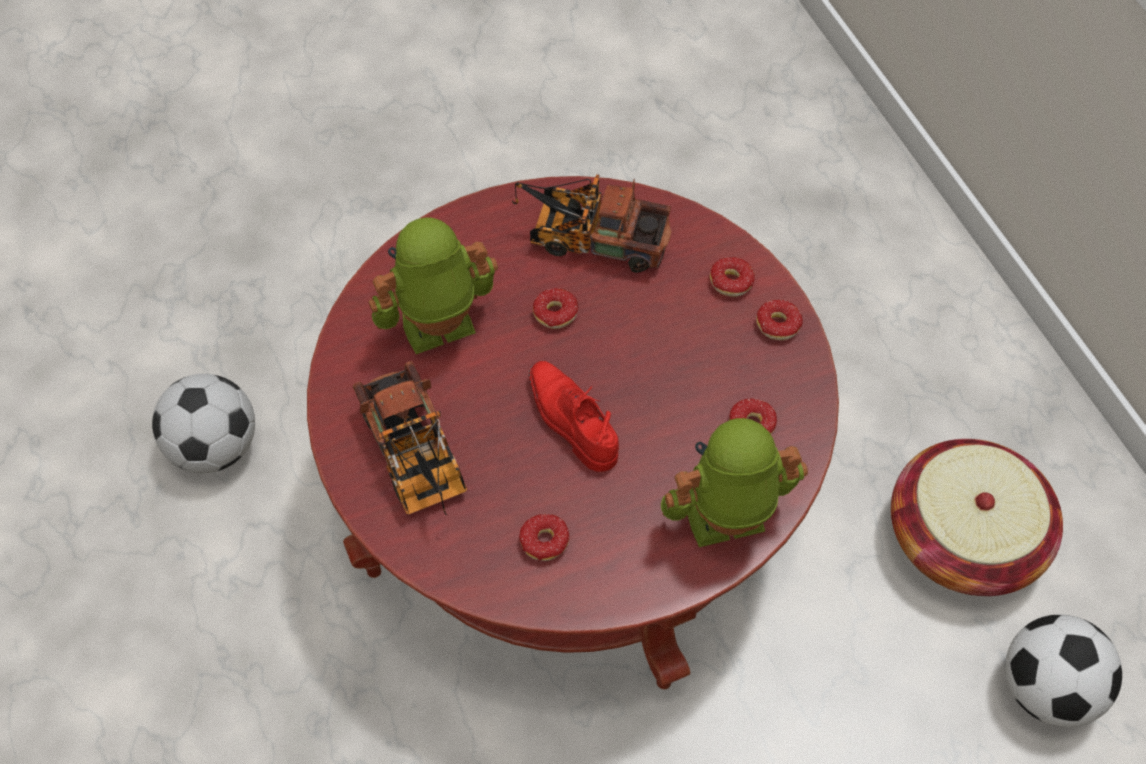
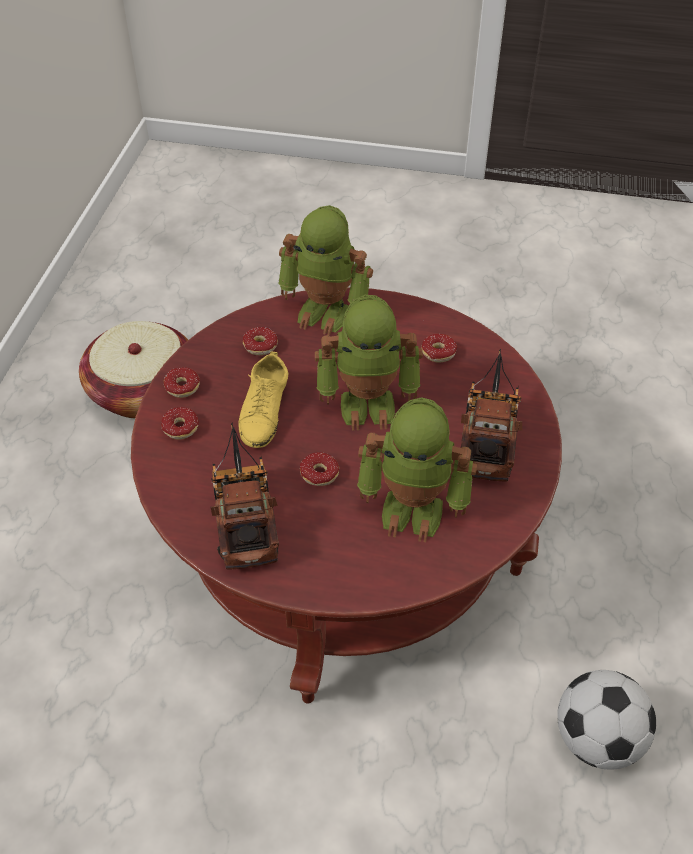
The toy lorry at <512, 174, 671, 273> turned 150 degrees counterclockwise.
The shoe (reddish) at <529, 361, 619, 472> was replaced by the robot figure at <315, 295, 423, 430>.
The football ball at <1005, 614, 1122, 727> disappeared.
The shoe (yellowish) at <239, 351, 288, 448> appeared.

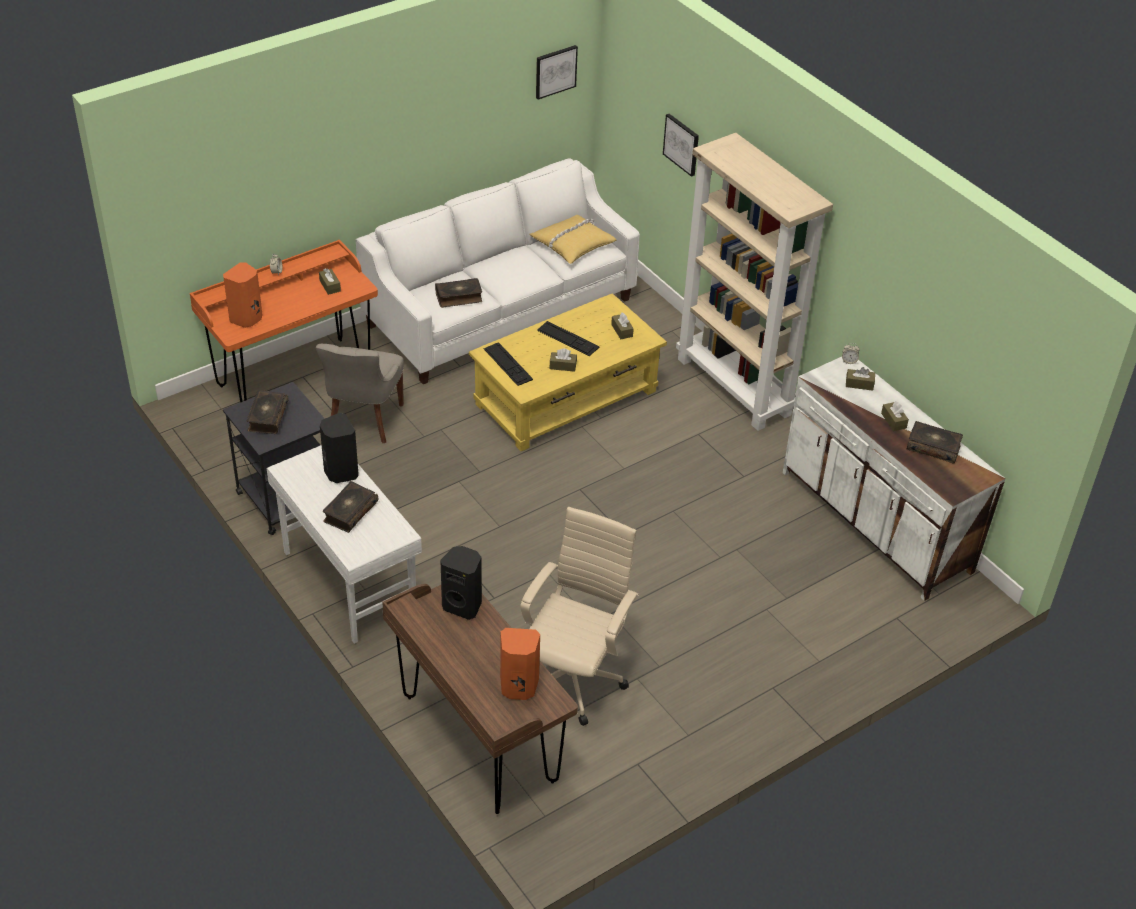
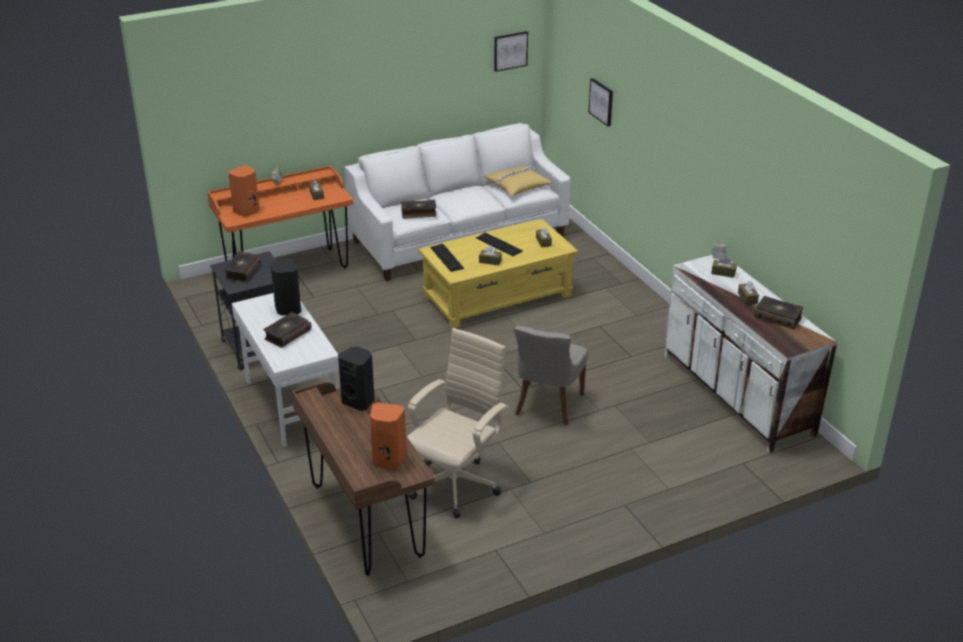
The bookshelf (beige-coloured) at <676, 133, 833, 431> disappeared.
The upright chair (greyish) moved from <316, 343, 404, 443> to <514, 326, 588, 425>.

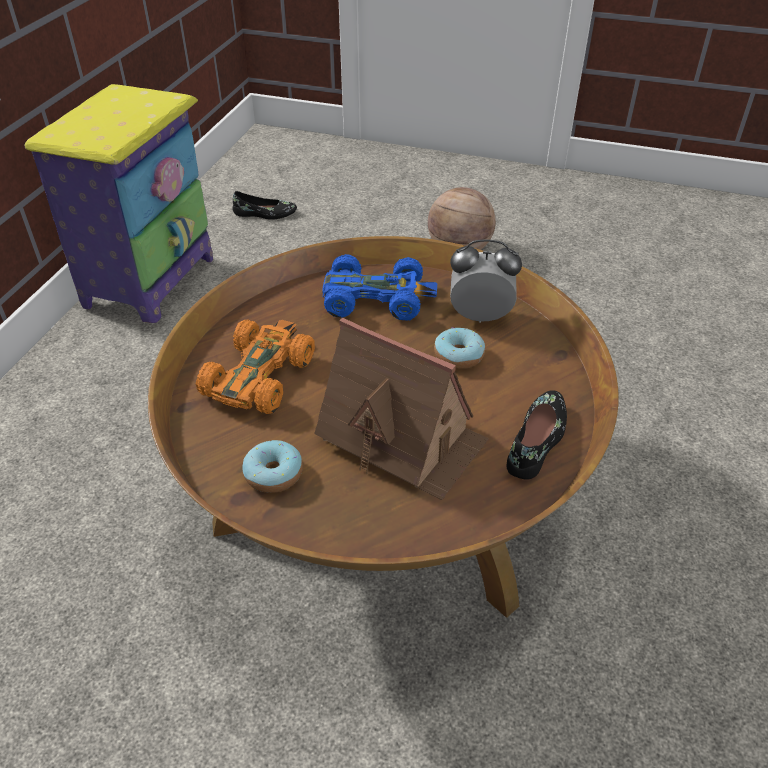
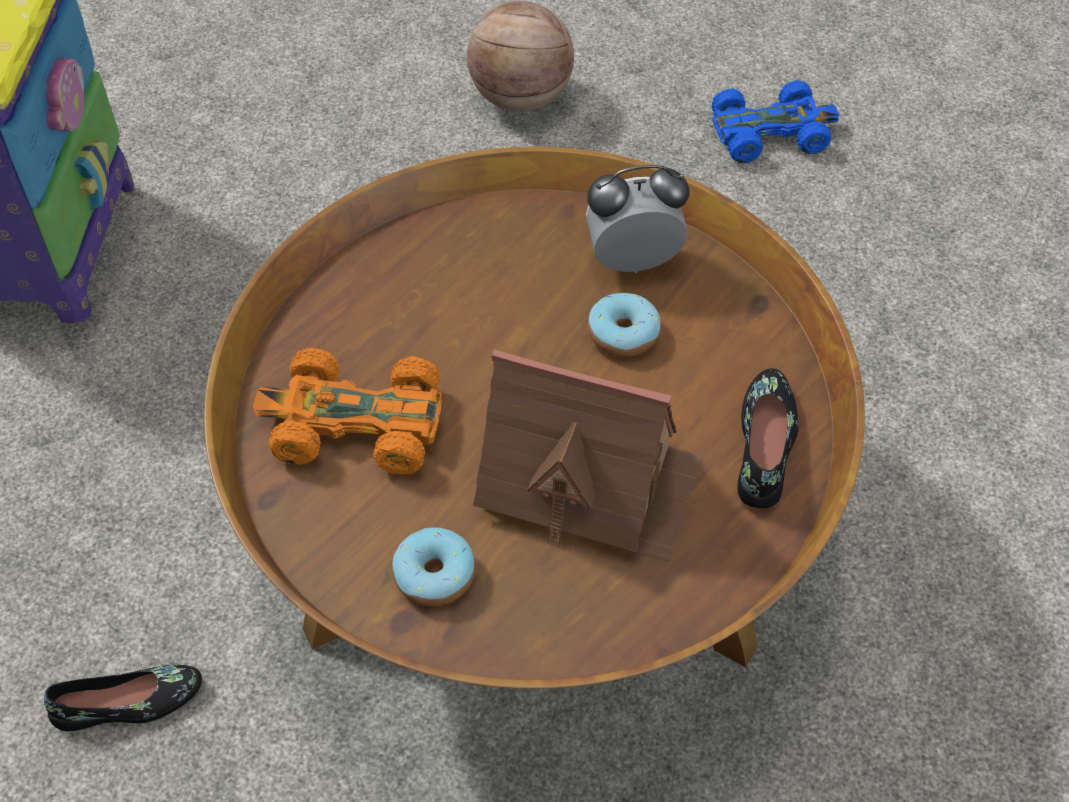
The shoe (black-coloured) moved from <232, 191, 297, 220> to <44, 665, 202, 731>.
The model car (blue-coloured) moved from <322, 254, 437, 321> to <712, 80, 839, 163>.
The model car (orange-coloured) at <196, 319, 315, 414> turned 90 degrees counterclockwise.

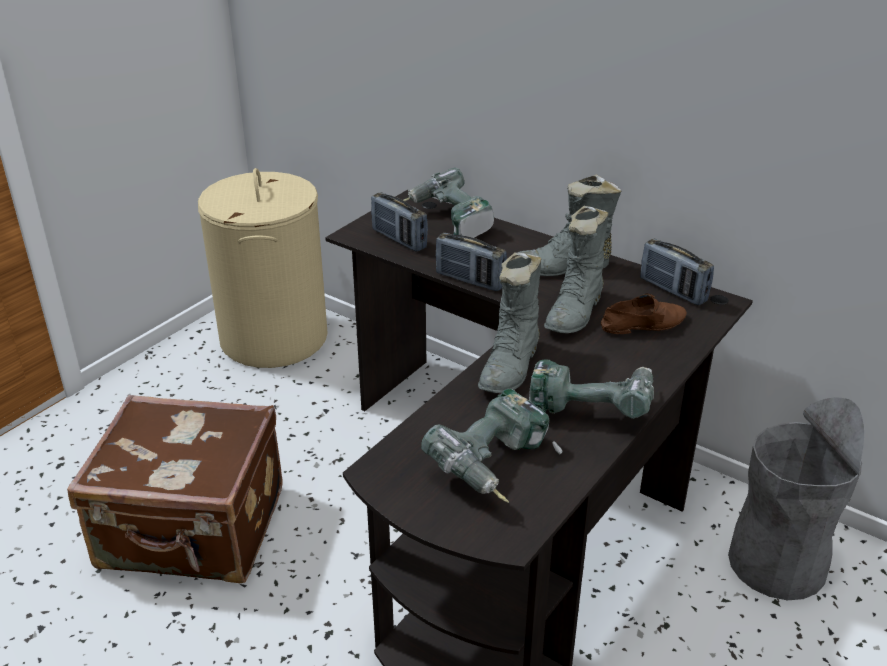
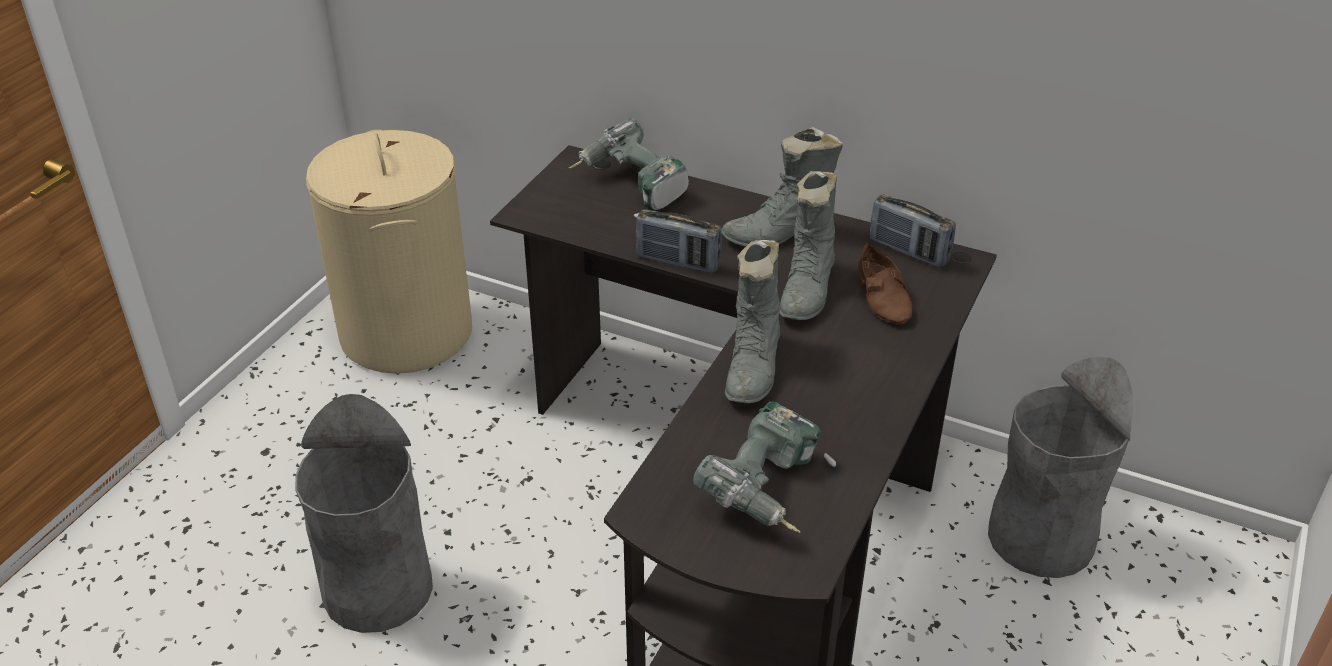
The radio receiver at <371, 192, 428, 252> disappeared.
The shoe (brown) at <601, 293, 687, 334> turned 105 degrees clockwise.
The power drill at <529, 359, 654, 419> disappeared.
The travel case (brown) at <67, 395, 283, 583> was replaced by the rubbish bin (greyish) at <295, 394, 433, 633>.

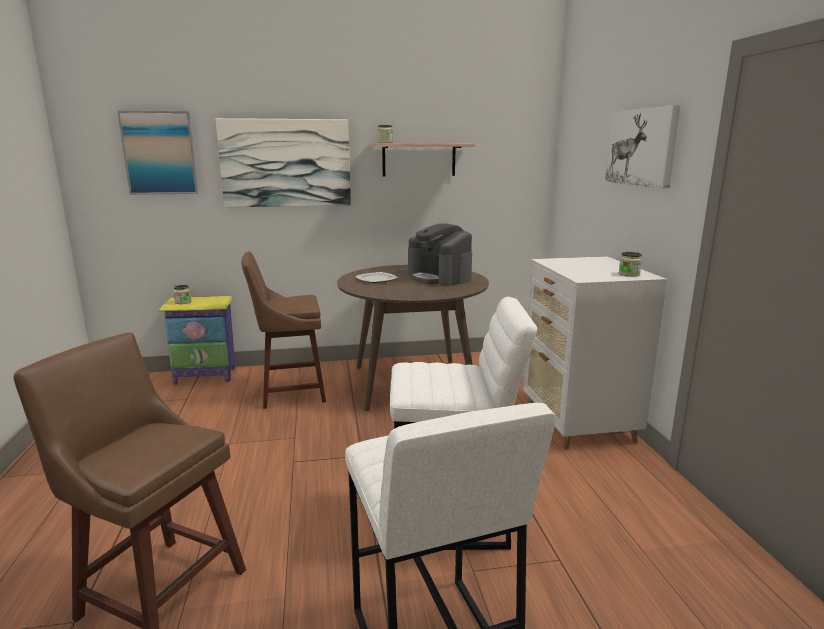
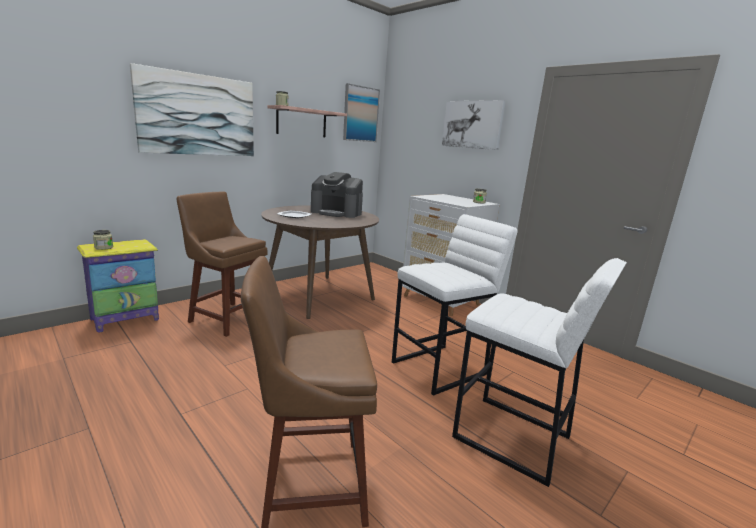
The picture moved from <117, 111, 198, 195> to <343, 83, 380, 142>.
The upright chair (brown) at <241, 251, 326, 409> turned 75 degrees clockwise.

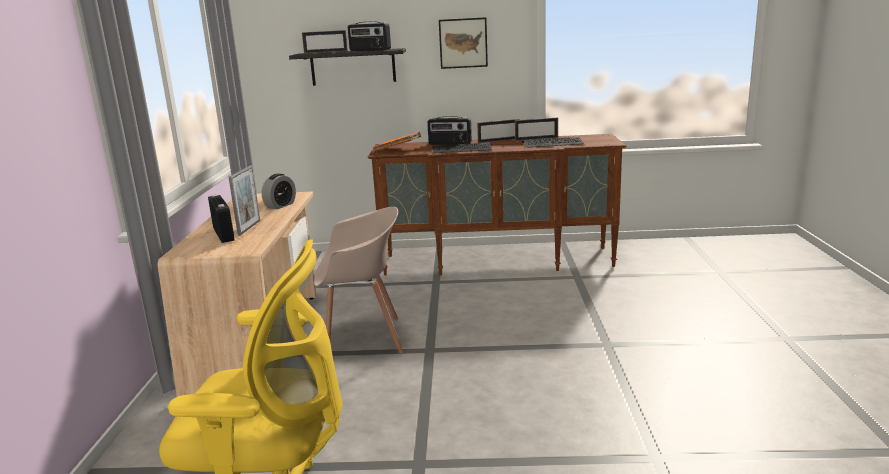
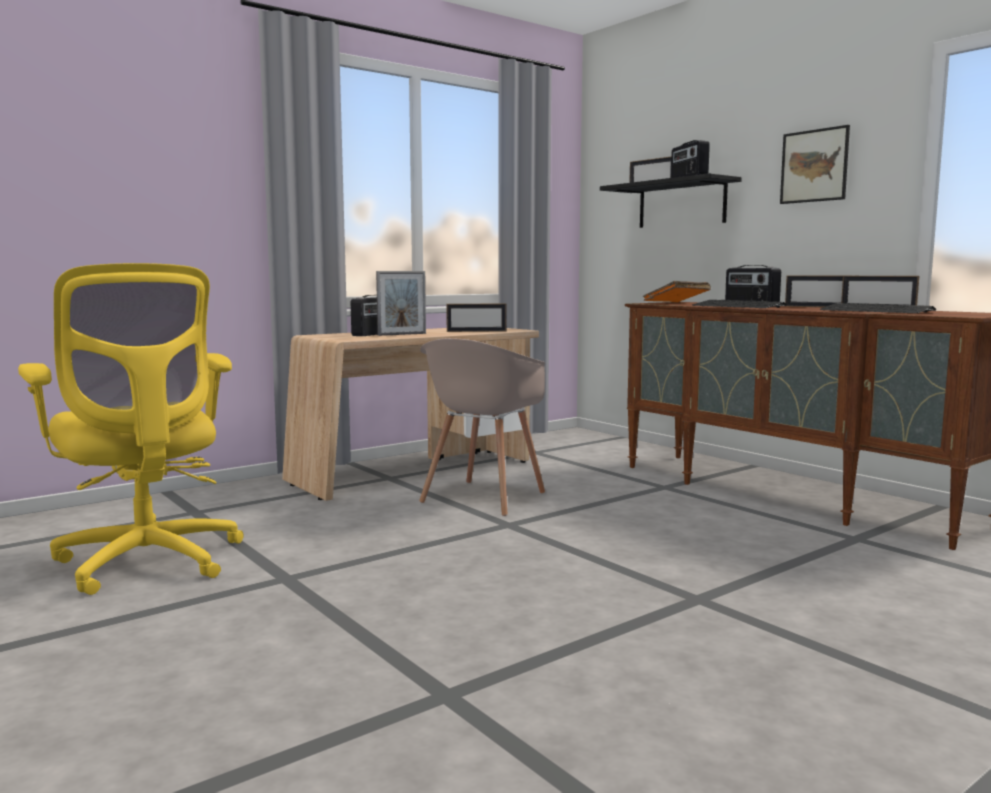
The alarm clock at <262, 173, 296, 209> was replaced by the standing frame at <446, 303, 506, 332>.
The upright chair (beige-coloured) at <314, 207, 403, 353> turned 75 degrees clockwise.

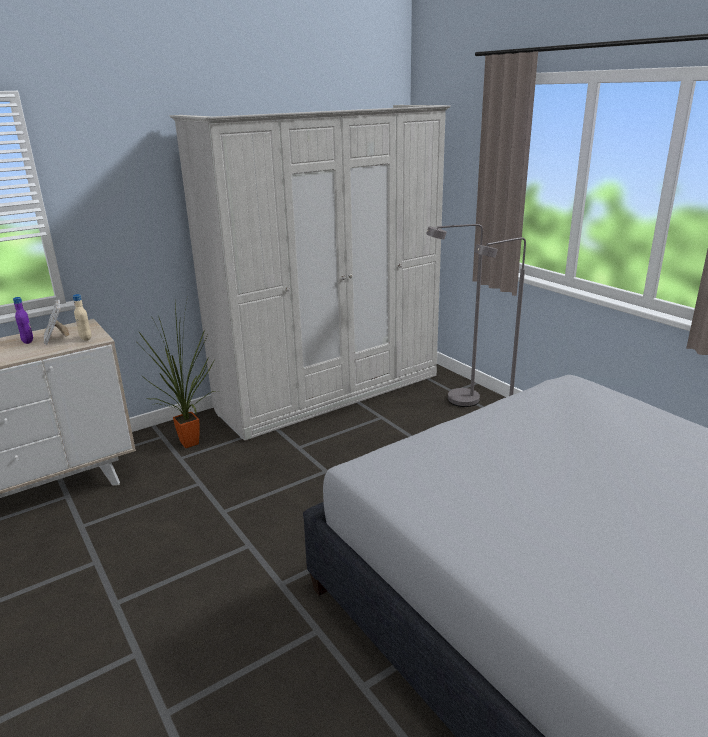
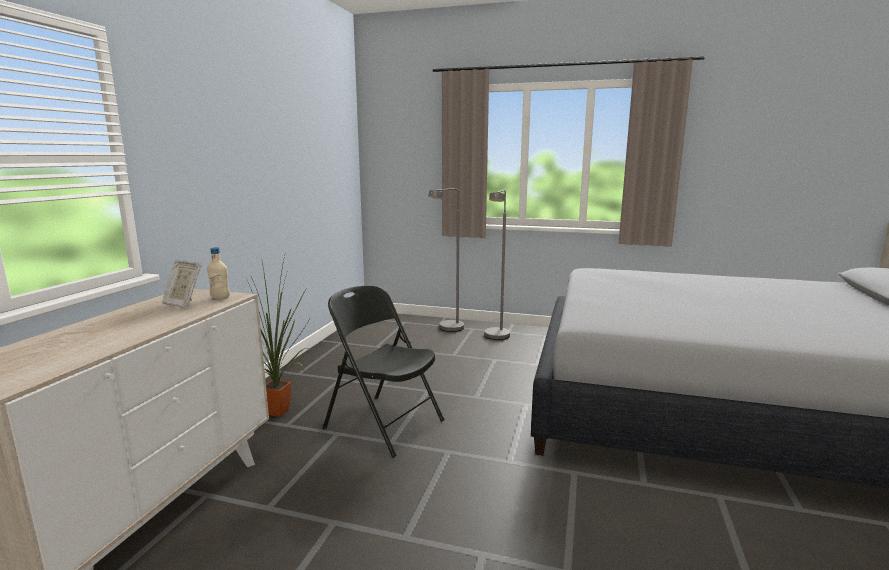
The wardrobe (whitish) at <169, 105, 451, 441> disappeared.
The drink bottle (purple-coloured) at <13, 297, 33, 344> disappeared.
The upright chair (black-coloured) at <323, 286, 445, 458> appeared.

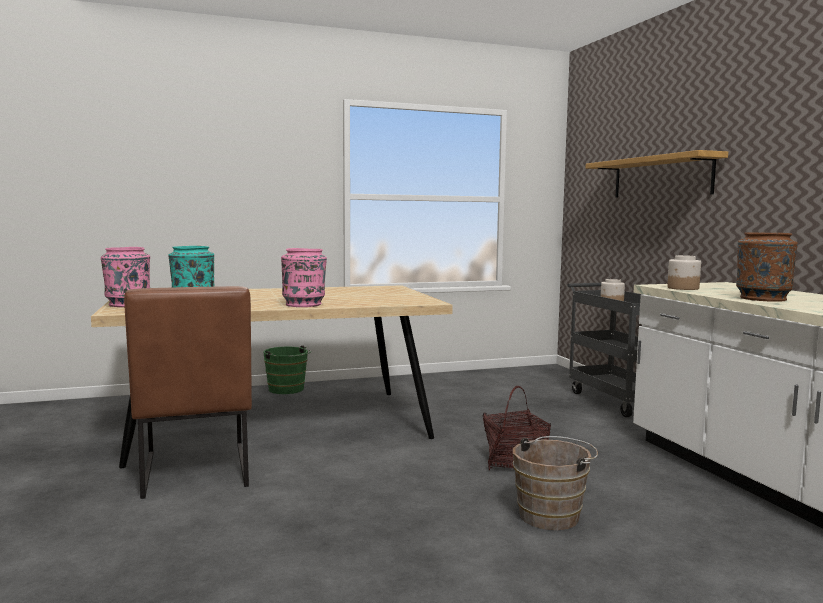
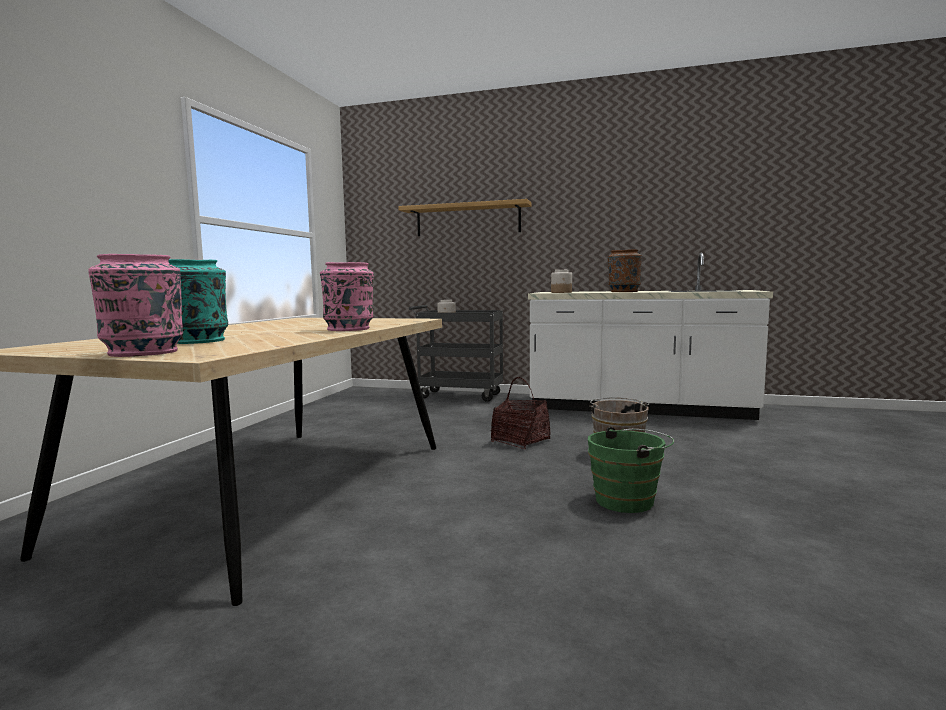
The upright chair (brown) at <124, 286, 252, 499> disappeared.
The water bucket (green) moved from <263, 345, 311, 394> to <588, 427, 674, 513>.

